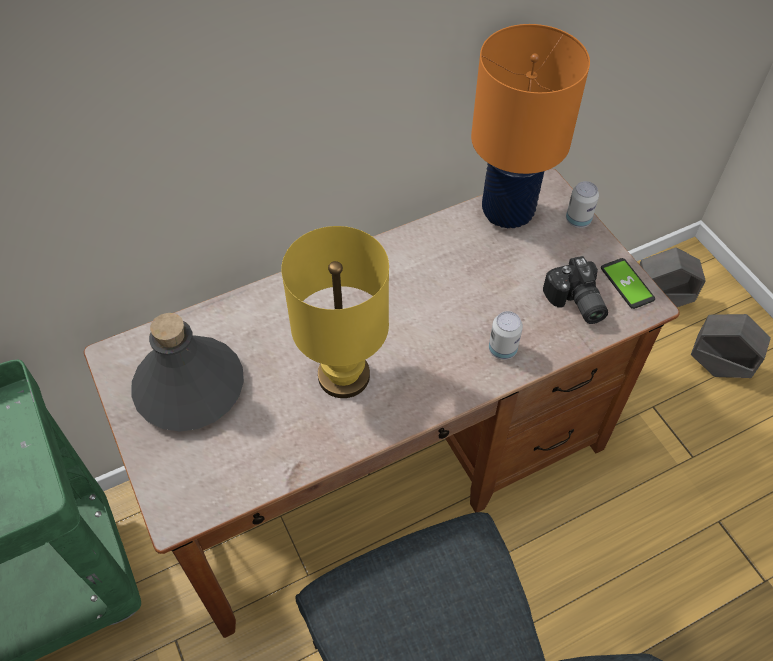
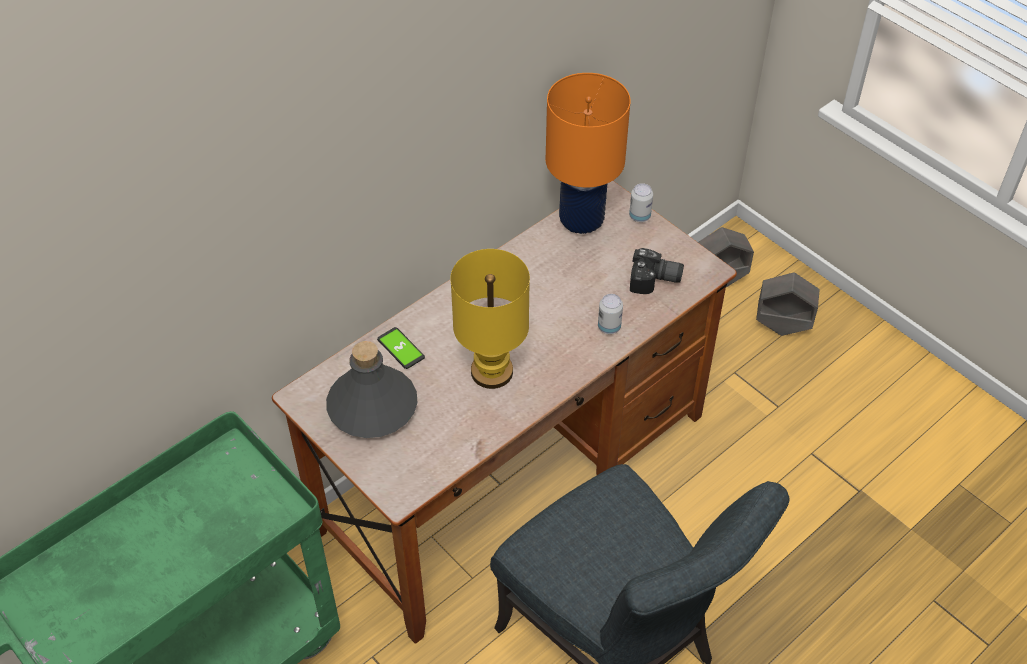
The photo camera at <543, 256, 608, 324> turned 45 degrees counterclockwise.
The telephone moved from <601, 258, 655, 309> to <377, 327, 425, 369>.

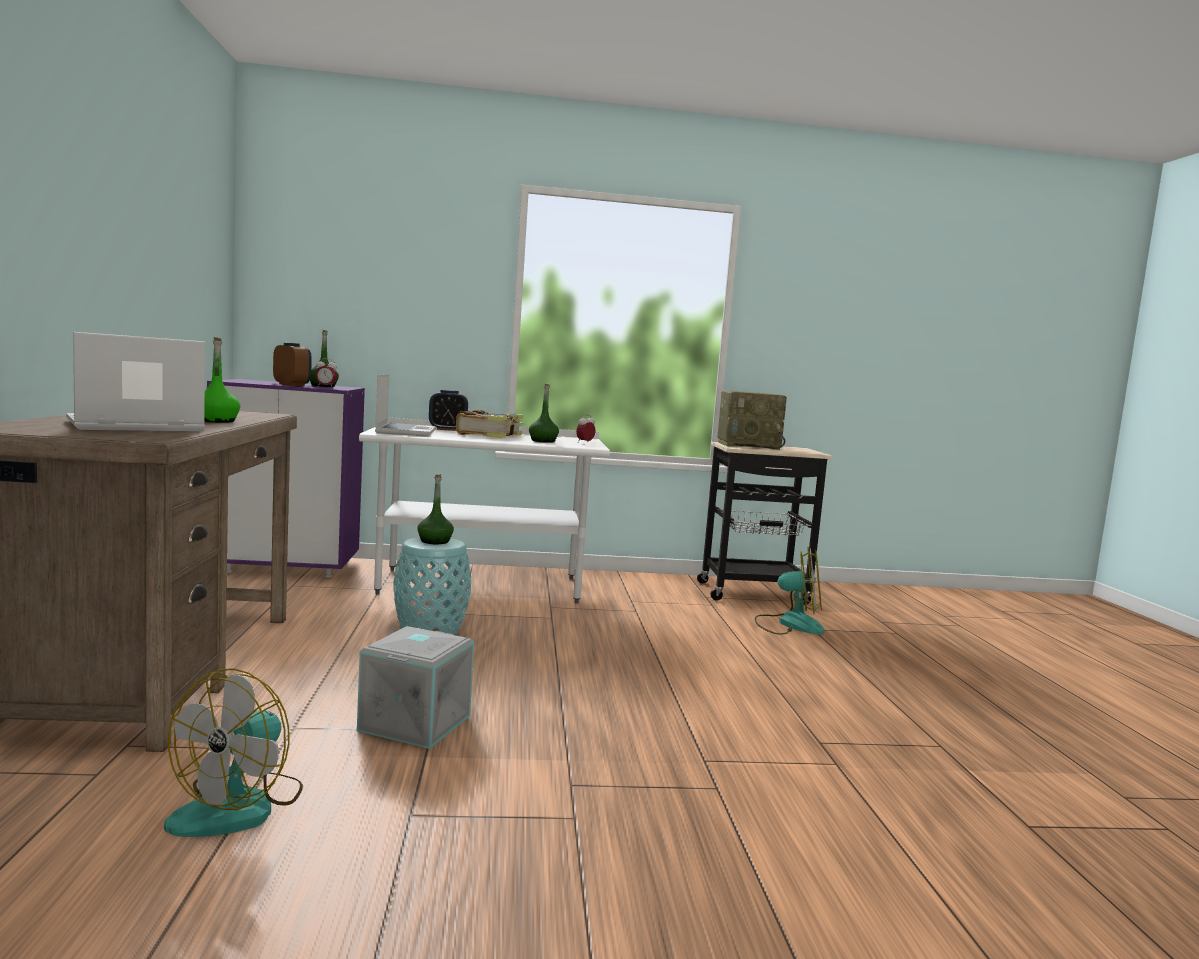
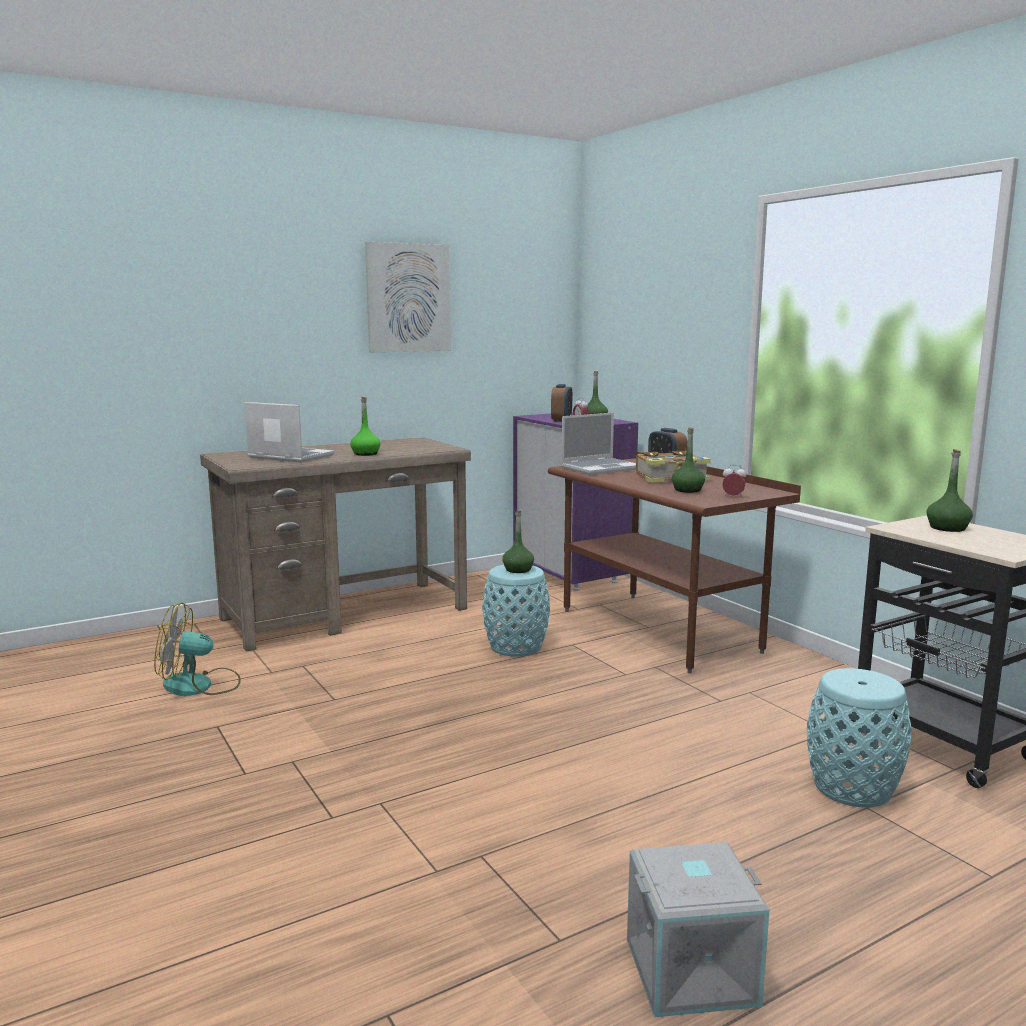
The radio receiver at <717, 390, 787, 450> was replaced by the drink bottle (green) at <927, 449, 973, 532>.
The desk unit (whitish) at <359, 418, 610, 604> became the desk unit (brown) at <548, 452, 801, 674>.
The electric fan at <754, 547, 824, 635> was replaced by the sitting stool (turquoise-coloured) at <807, 668, 911, 808>.
The storage bin (greyish) moved from <357, 626, 474, 749> to <627, 842, 769, 1017>.
The picture at <365, 242, 451, 352> appeared.

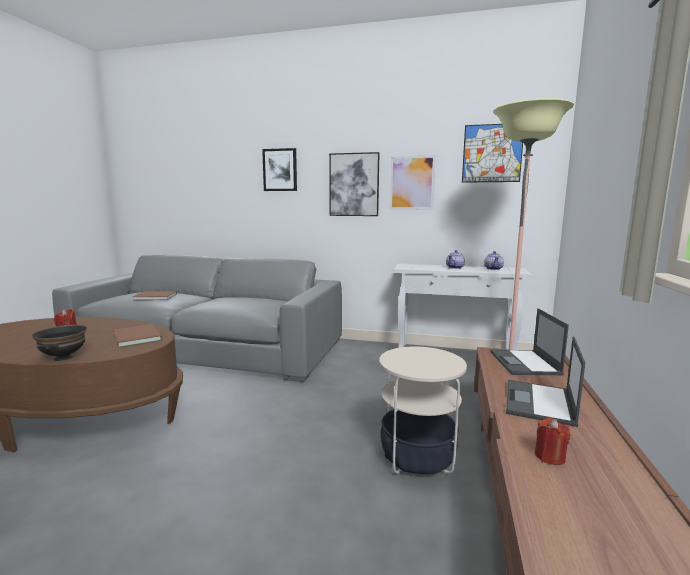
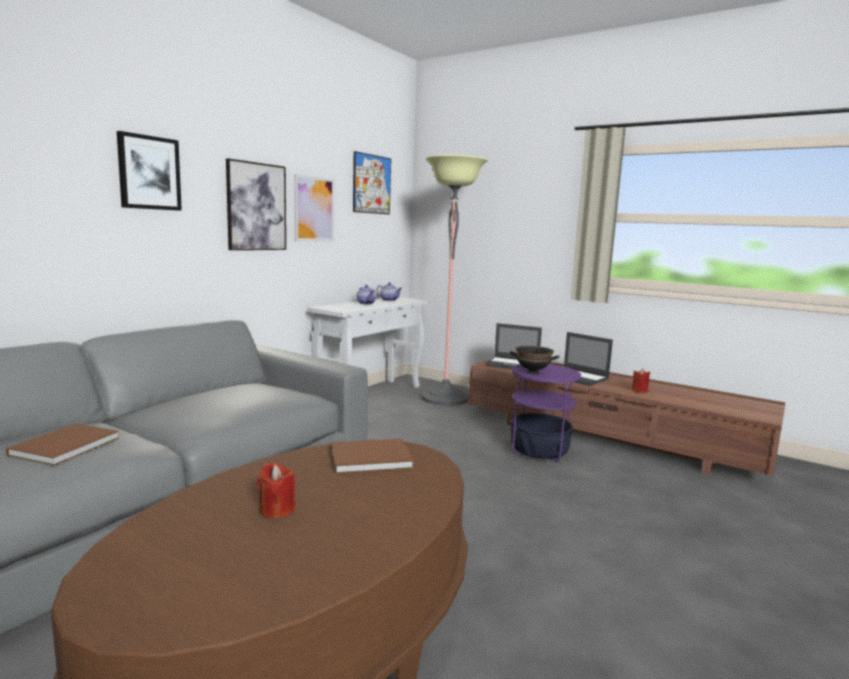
The deep dish (black-coloured) moved from <32, 325, 87, 361> to <509, 346, 560, 374>.
The accent table (beige-coloured) at <379, 347, 467, 474> became the accent table (purple-coloured) at <511, 364, 581, 462>.

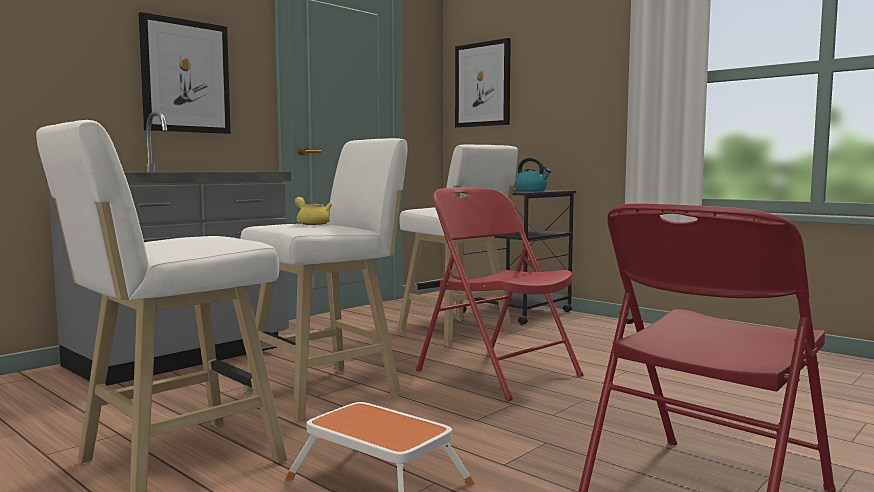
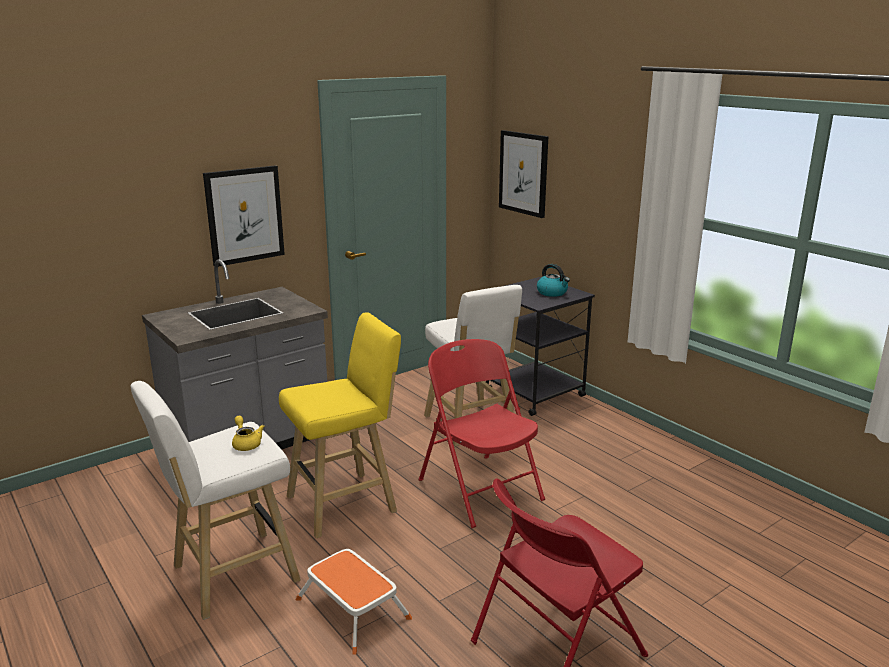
The sitting stool (whitish) at <240, 138, 407, 422> became the sitting stool (yellowish) at <279, 312, 401, 538>.
The pot for tea (yellowish) moved from <295, 197, 332, 225> to <232, 416, 264, 451>.

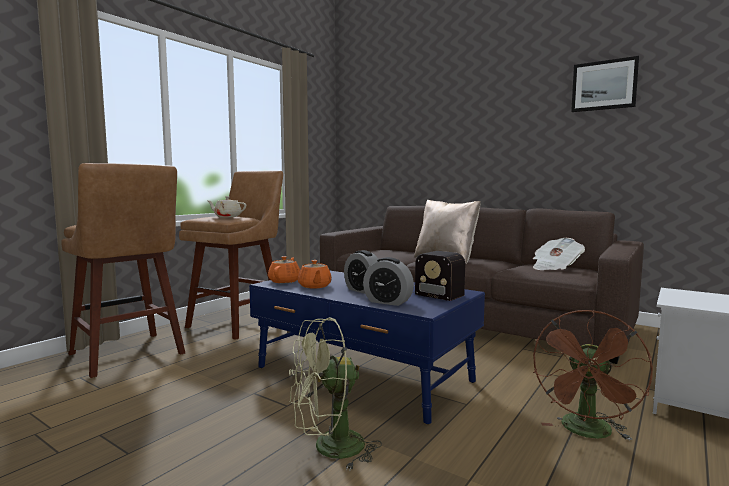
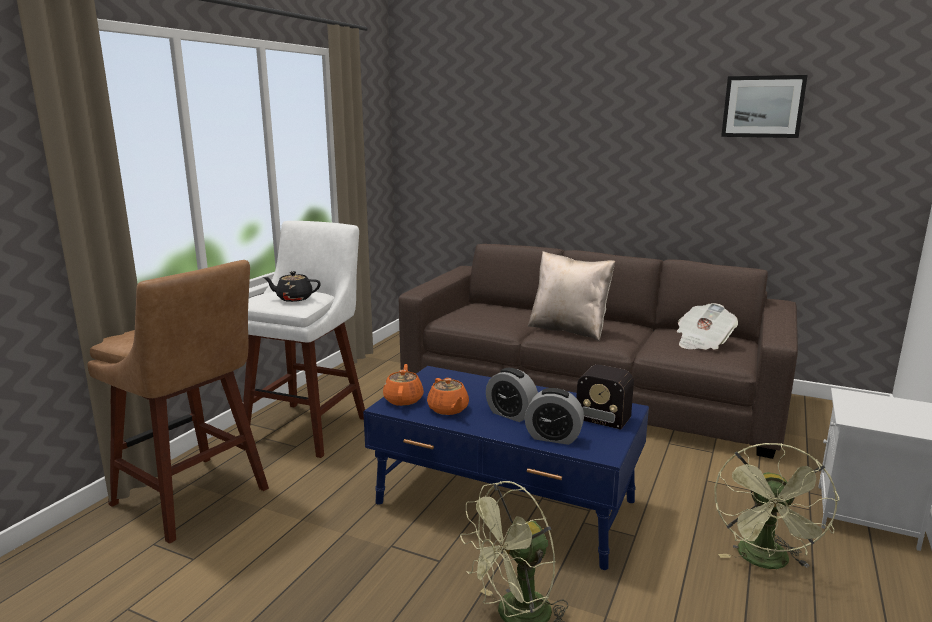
The sitting stool (brown) at <179, 170, 283, 340> became the sitting stool (whitish) at <243, 221, 365, 458>.
The pot for tea (beige-coloured) at <208, 196, 246, 217> became the pot for tea (black-coloured) at <263, 271, 321, 302>.
The electric fan (brown) at <533, 310, 653, 441> became the electric fan (green) at <714, 443, 840, 569>.

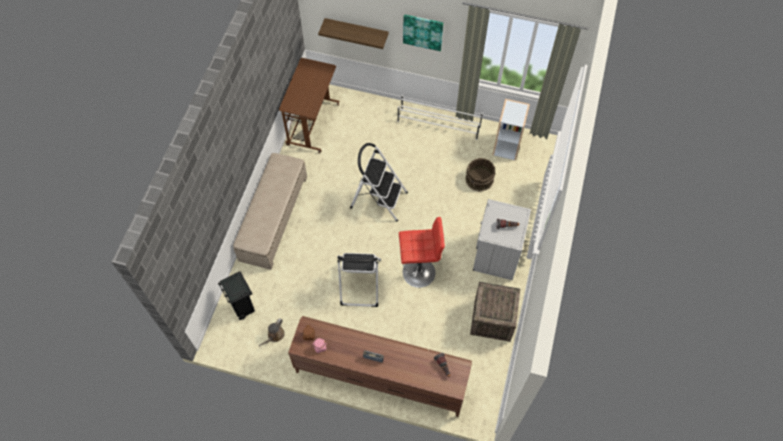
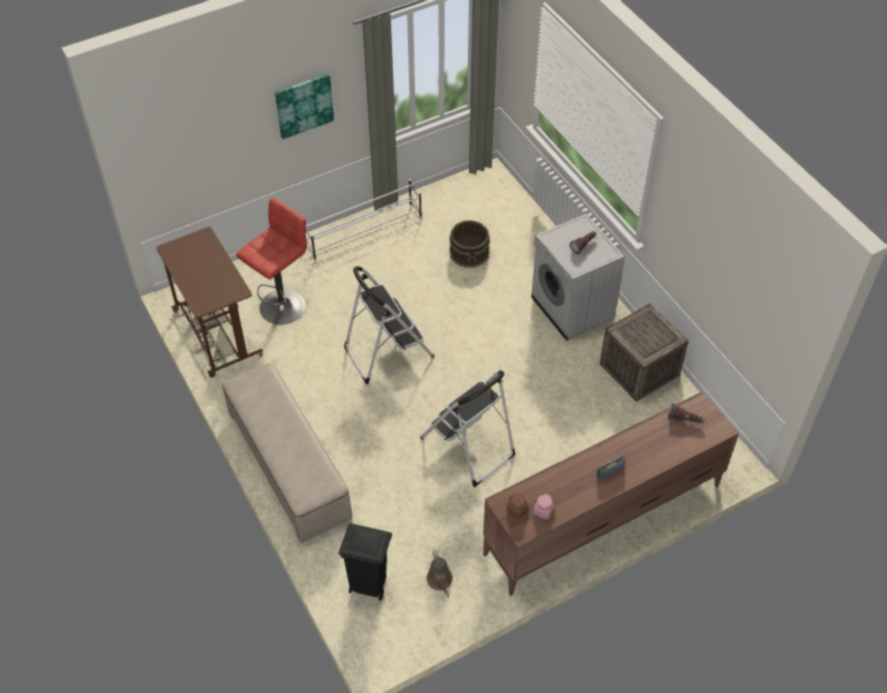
The bracket shelf at <318, 18, 389, 49> disappeared.
The bookshelf at <493, 99, 530, 161> disappeared.
The sitting stool (reddish) moved from <399, 217, 445, 288> to <236, 198, 307, 325>.

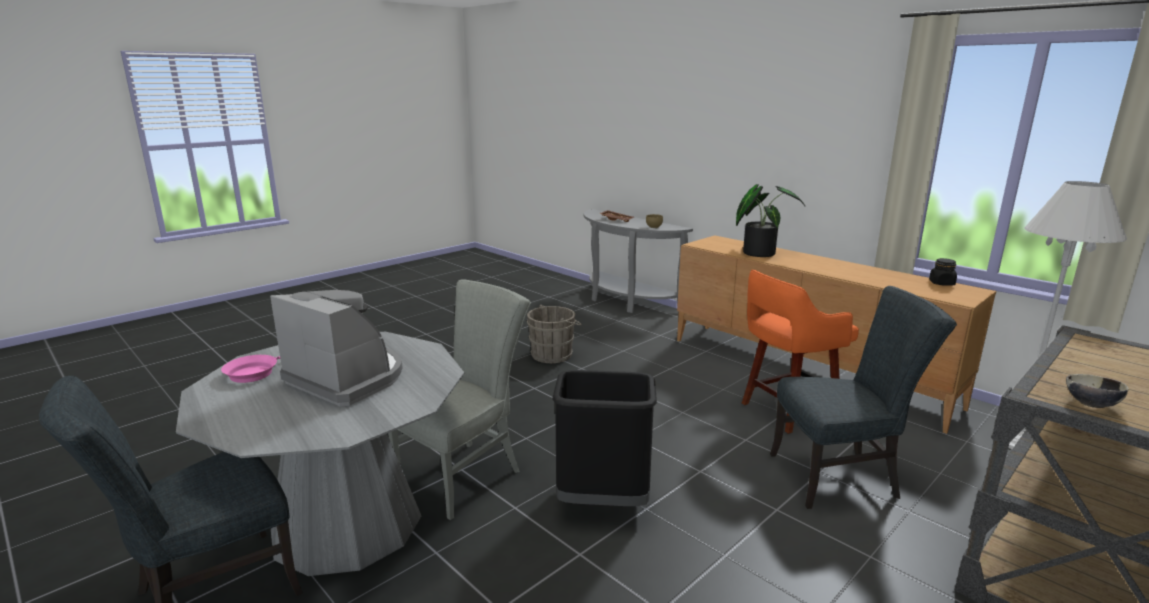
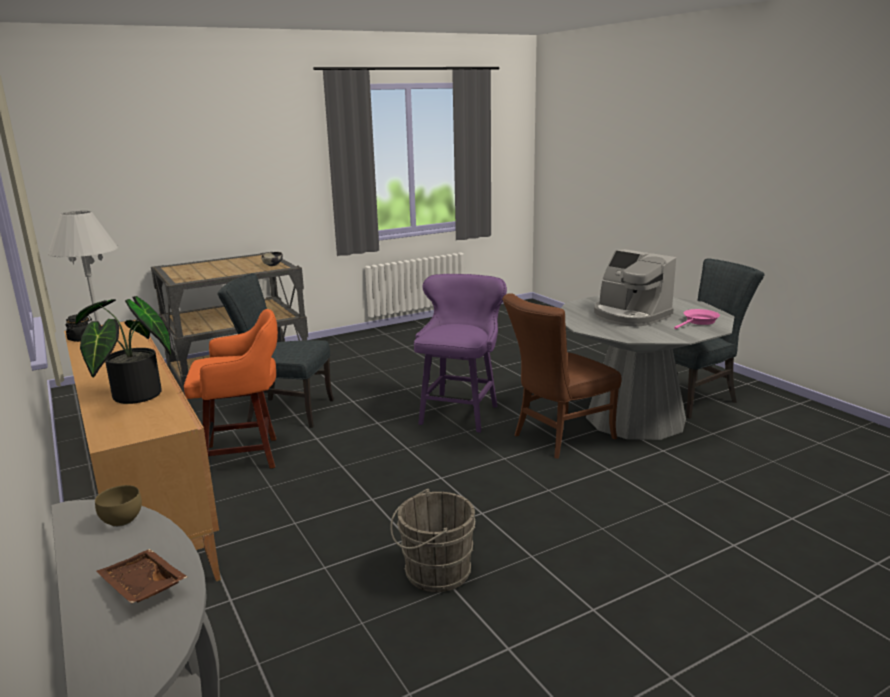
The upright chair (greyish) at <388, 279, 531, 520> became the upright chair (brown) at <502, 293, 622, 459>.
The rubbish bin (black-coloured) at <552, 370, 657, 506> was replaced by the sitting stool (purple-coloured) at <414, 274, 507, 433>.

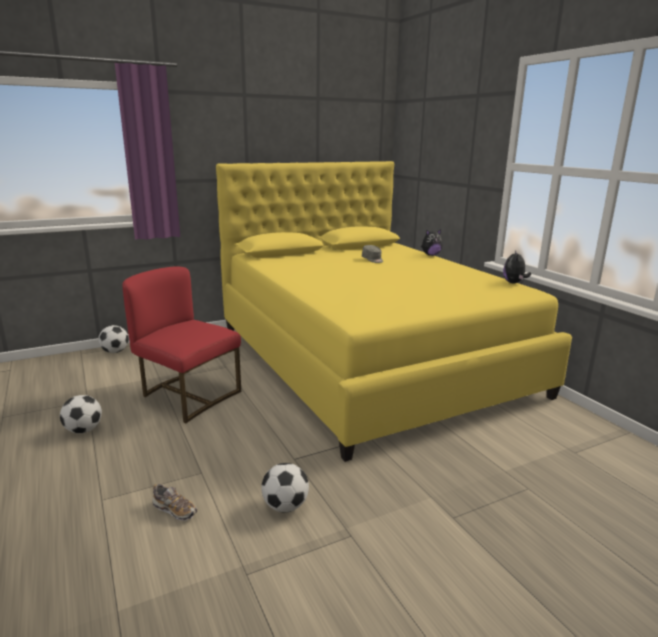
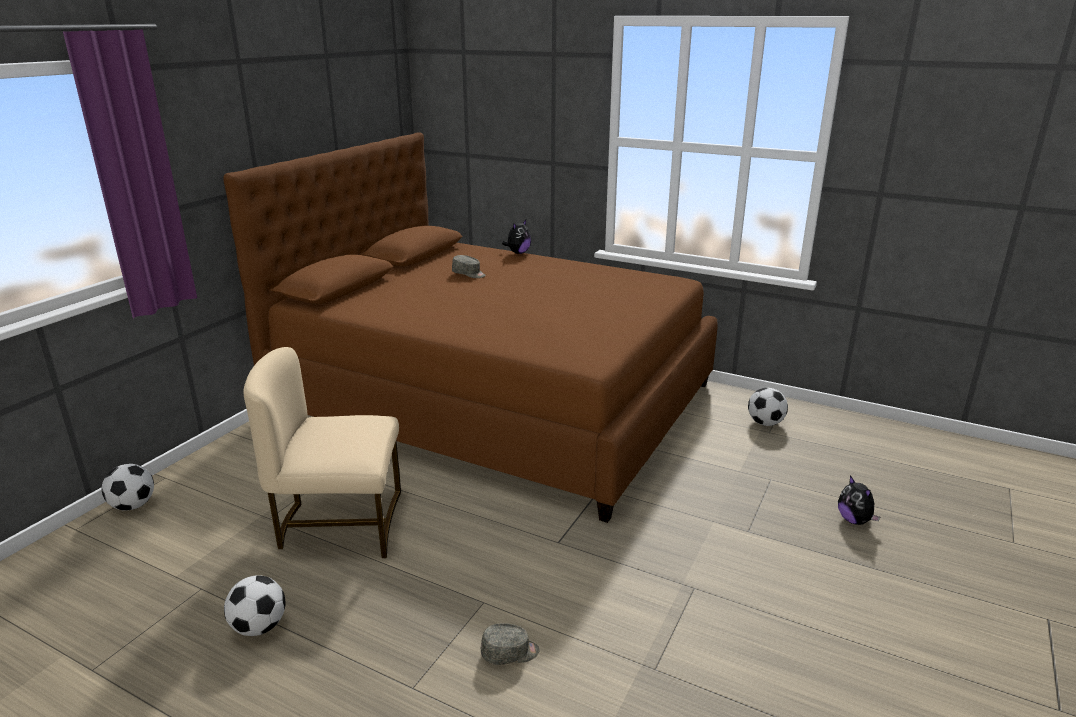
The bedroom bed (yellowish) at <216, 161, 572, 462> became the bedroom bed (brown) at <223, 132, 718, 523>.
The plush toy moved from <503, 250, 531, 283> to <838, 475, 880, 525>.
The upright chair (reddish) at <123, 267, 241, 423> became the upright chair (beige-coloured) at <243, 347, 401, 558>.
The football ball moved from <261, 463, 309, 512> to <748, 388, 788, 426>.
The shoe at <153, 484, 197, 521> was replaced by the cap (greyish) at <481, 623, 540, 665>.

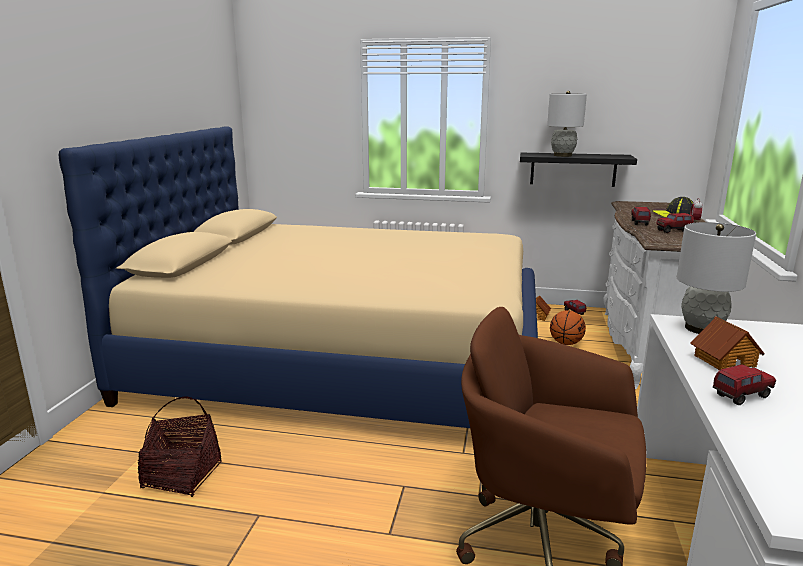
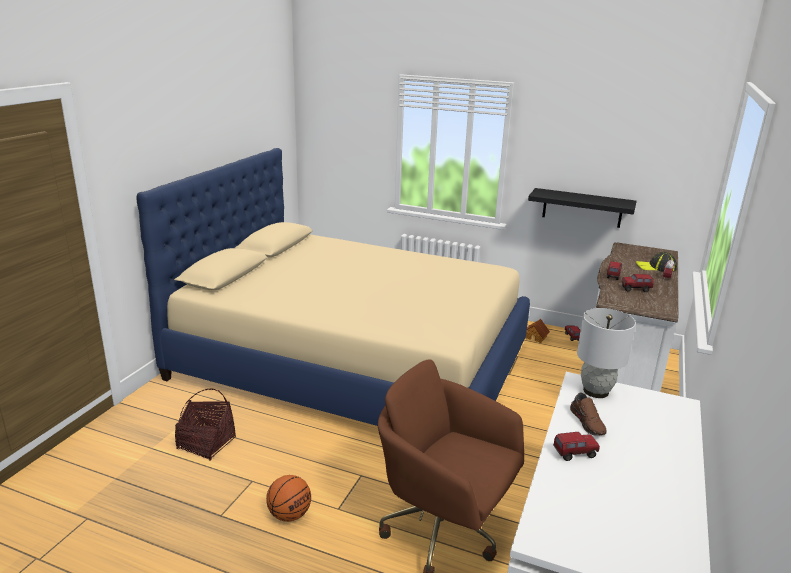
The lamp for a table (whitish) at <547, 91, 587, 157> disappeared.
The ball for basketball moved from <550, 310, 586, 345> to <266, 475, 311, 522>.
The toy house at <690, 316, 765, 370> was replaced by the shoe (brown) at <570, 392, 607, 436>.

